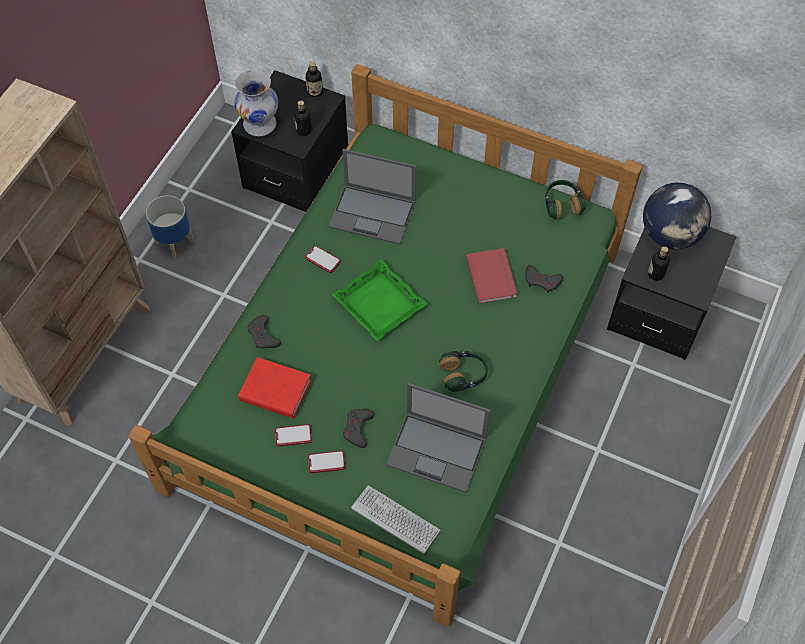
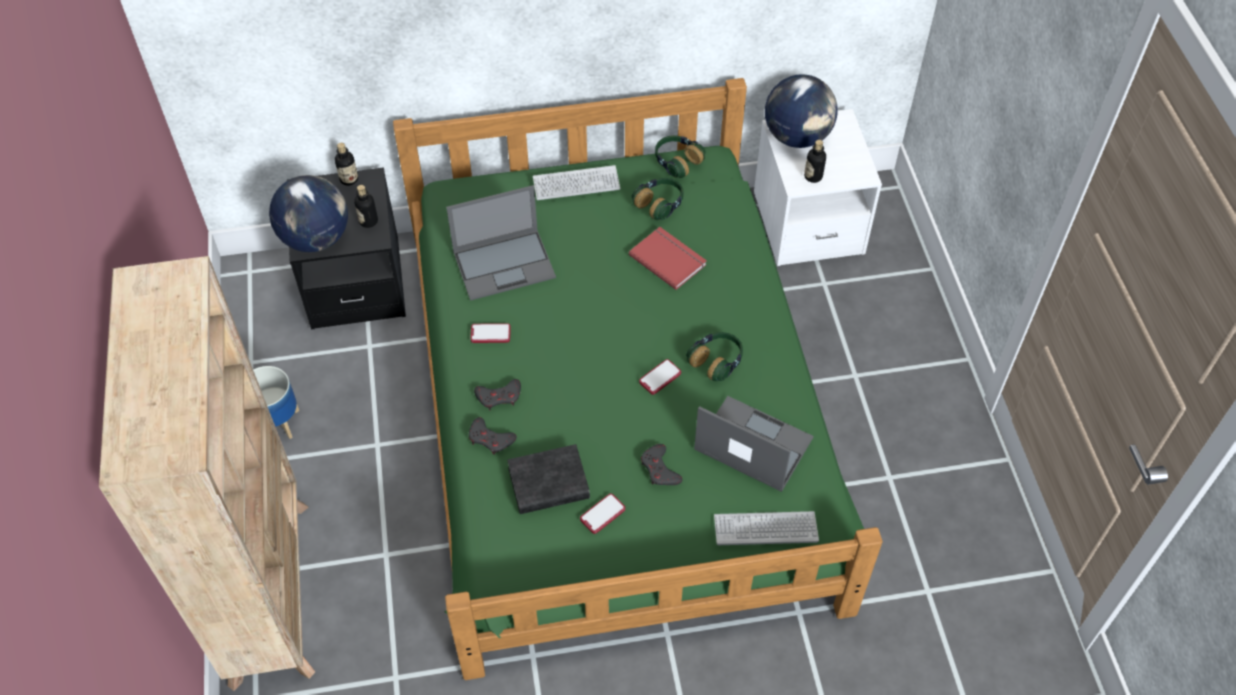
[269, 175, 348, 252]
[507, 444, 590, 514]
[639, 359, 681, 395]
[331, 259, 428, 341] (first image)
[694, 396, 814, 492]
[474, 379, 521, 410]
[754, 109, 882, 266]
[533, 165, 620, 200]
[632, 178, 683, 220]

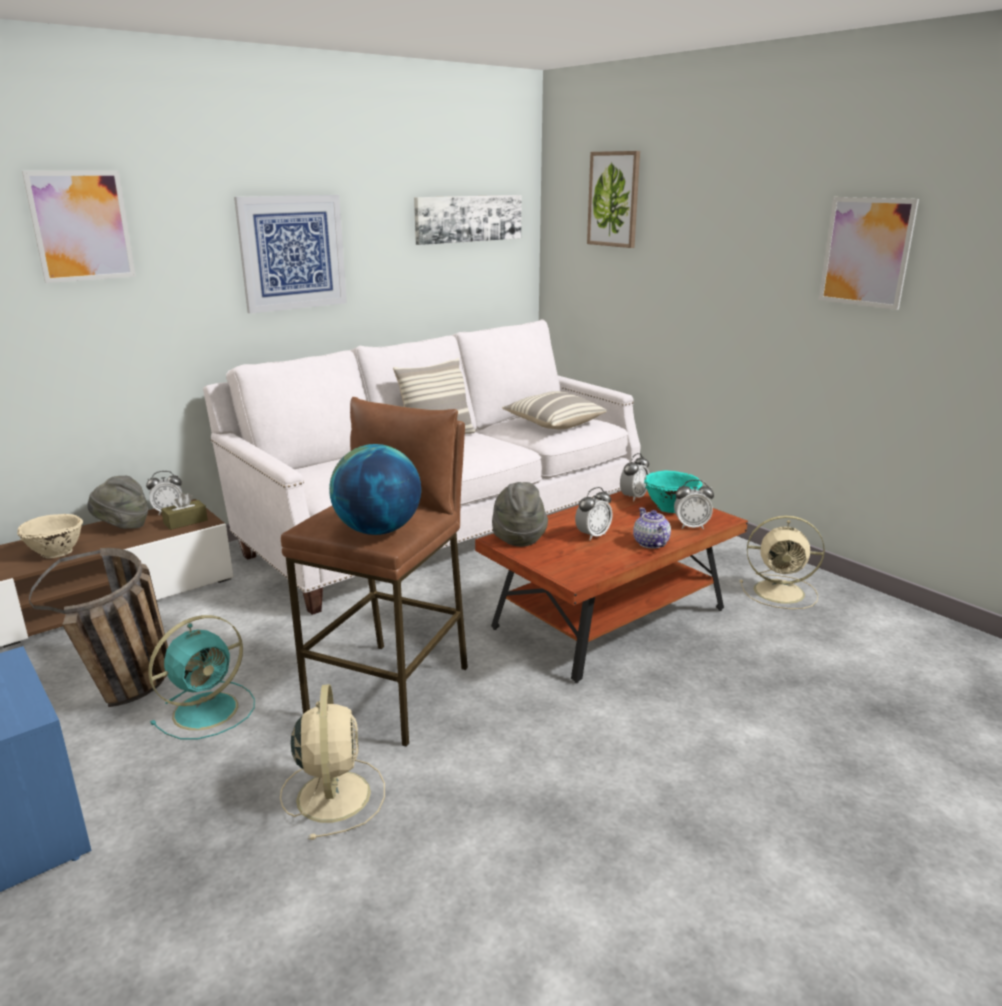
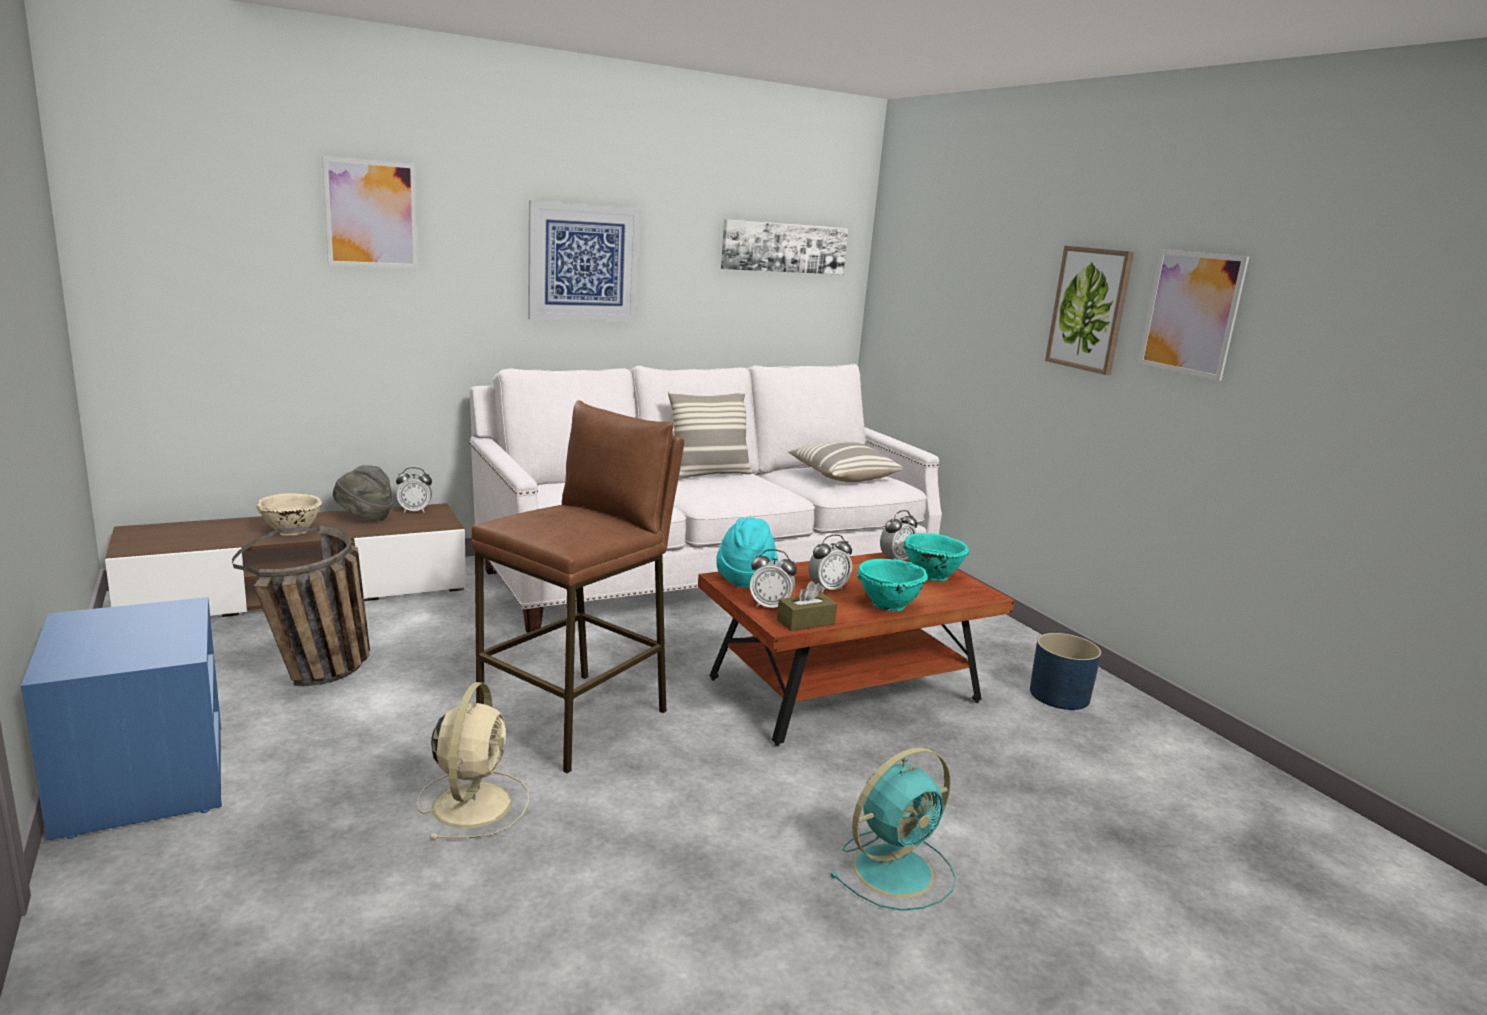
[830, 747, 956, 911]
[777, 581, 837, 631]
[329, 444, 421, 535] (first image)
[716, 517, 778, 588]
[1045, 246, 1134, 375]
[857, 559, 928, 612]
[750, 549, 797, 608]
[1030, 633, 1101, 710]

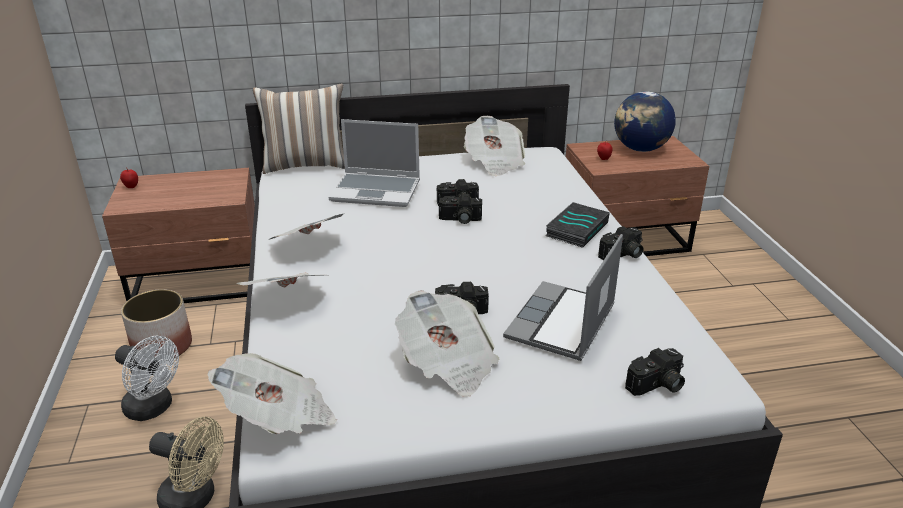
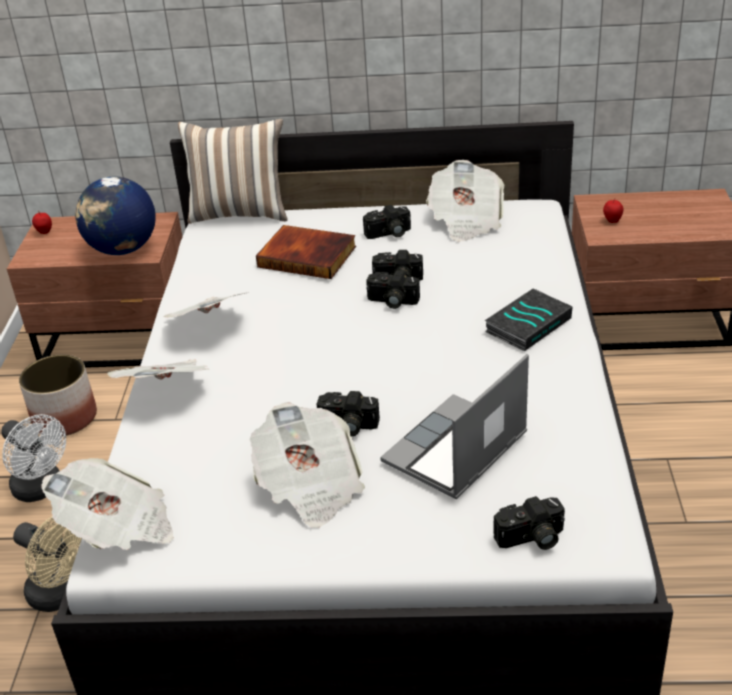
[256, 225, 356, 279]
[363, 205, 411, 239]
[75, 176, 156, 255]

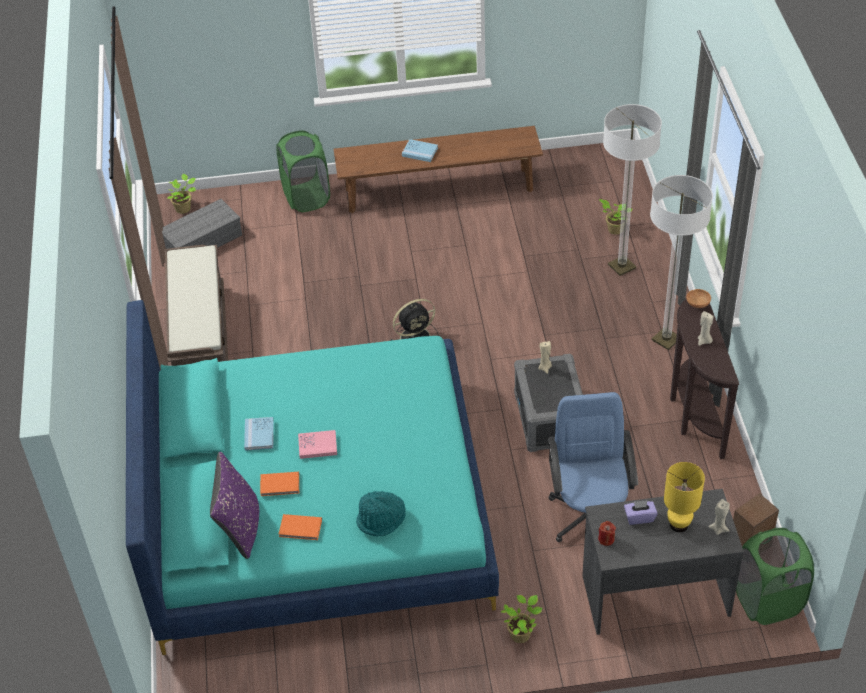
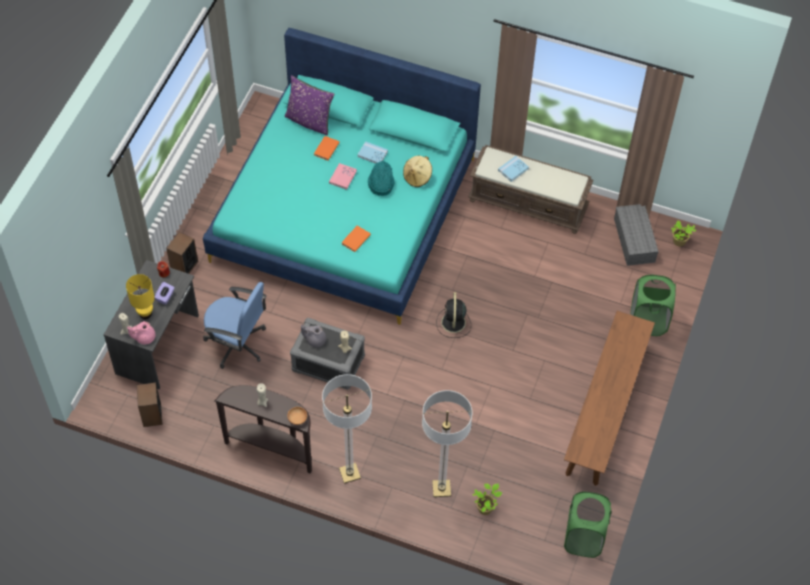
[341, 226, 371, 252]
[368, 161, 395, 196]
[498, 156, 529, 182]
[166, 232, 198, 274]
[564, 492, 611, 558]
[127, 321, 156, 345]
[301, 325, 326, 347]
[403, 156, 432, 187]

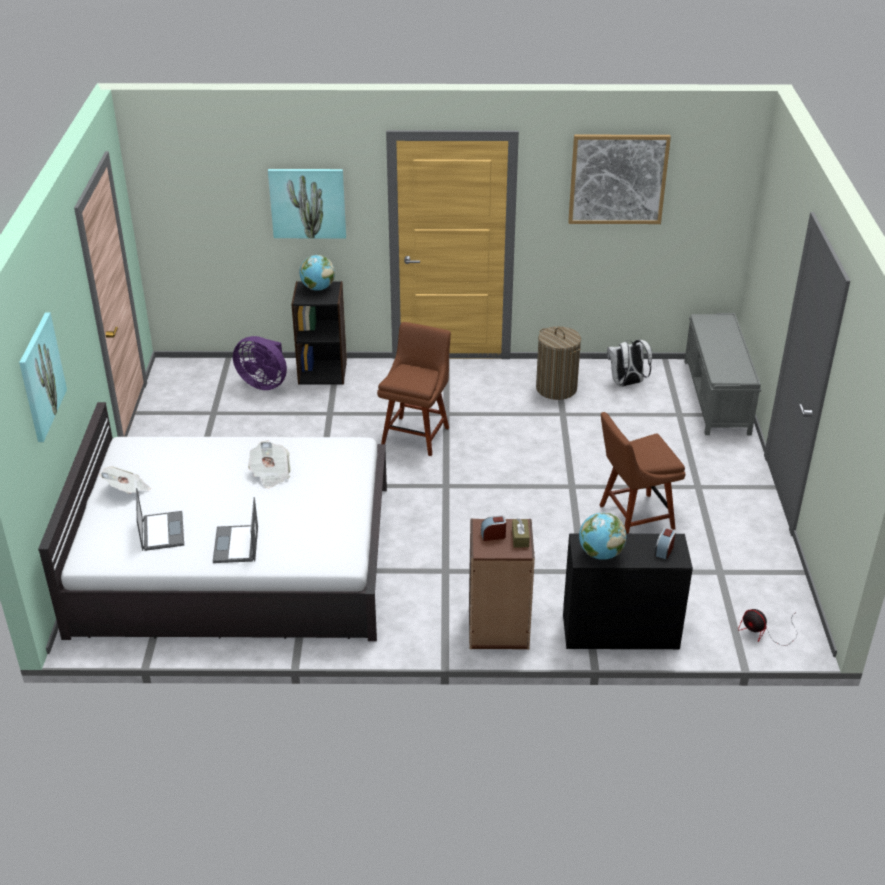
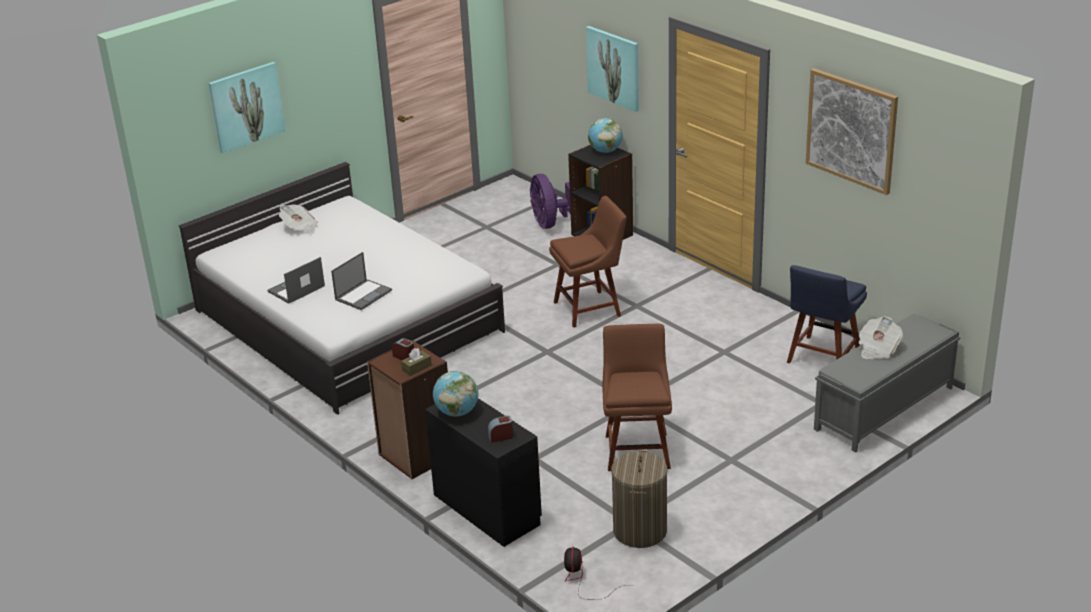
[331, 252, 392, 310]
[859, 316, 903, 359]
[611, 450, 668, 548]
[602, 324, 672, 471]
[787, 265, 867, 363]

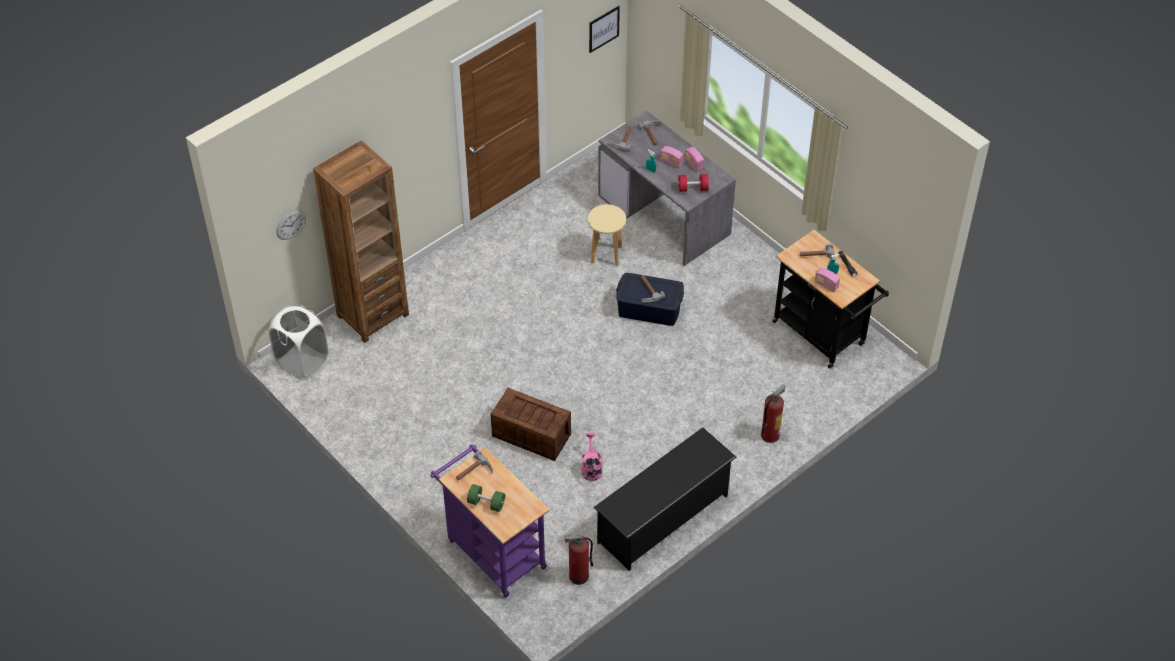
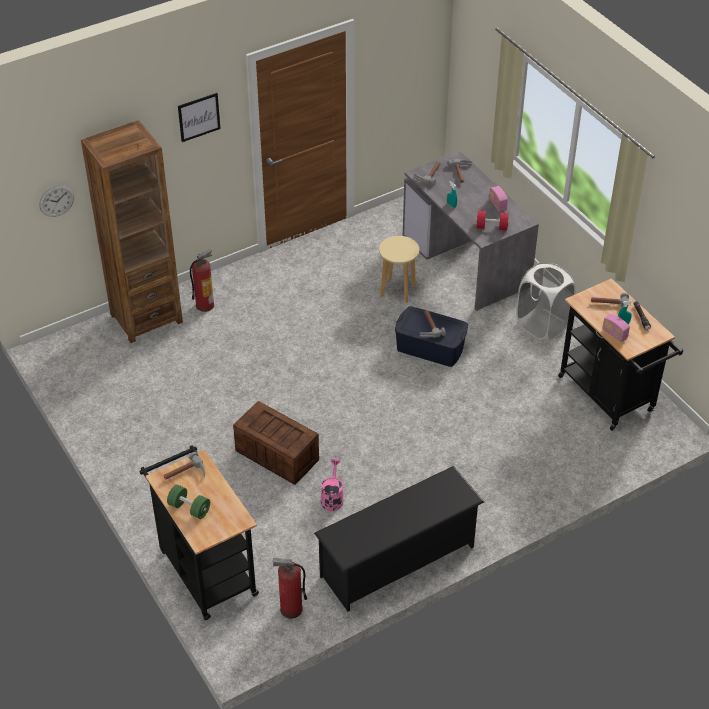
[516, 263, 576, 340]
[139, 445, 259, 620]
[178, 93, 220, 142]
[660, 146, 683, 168] (first image)
[190, 249, 214, 312]

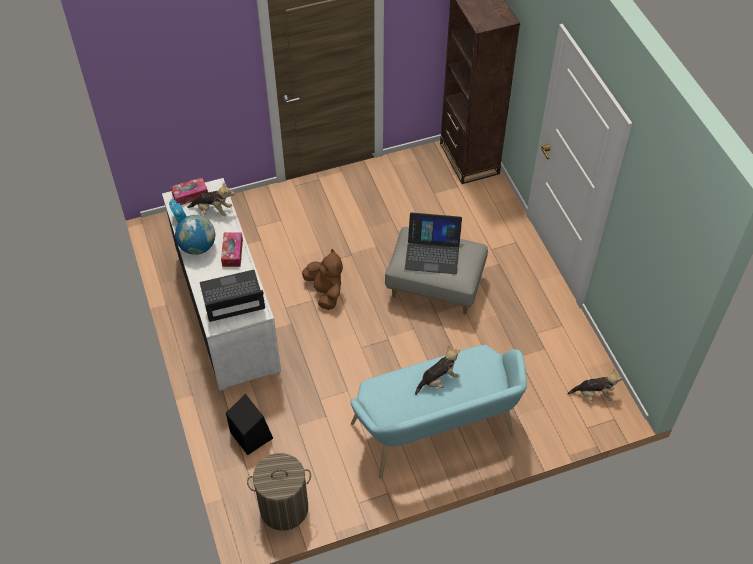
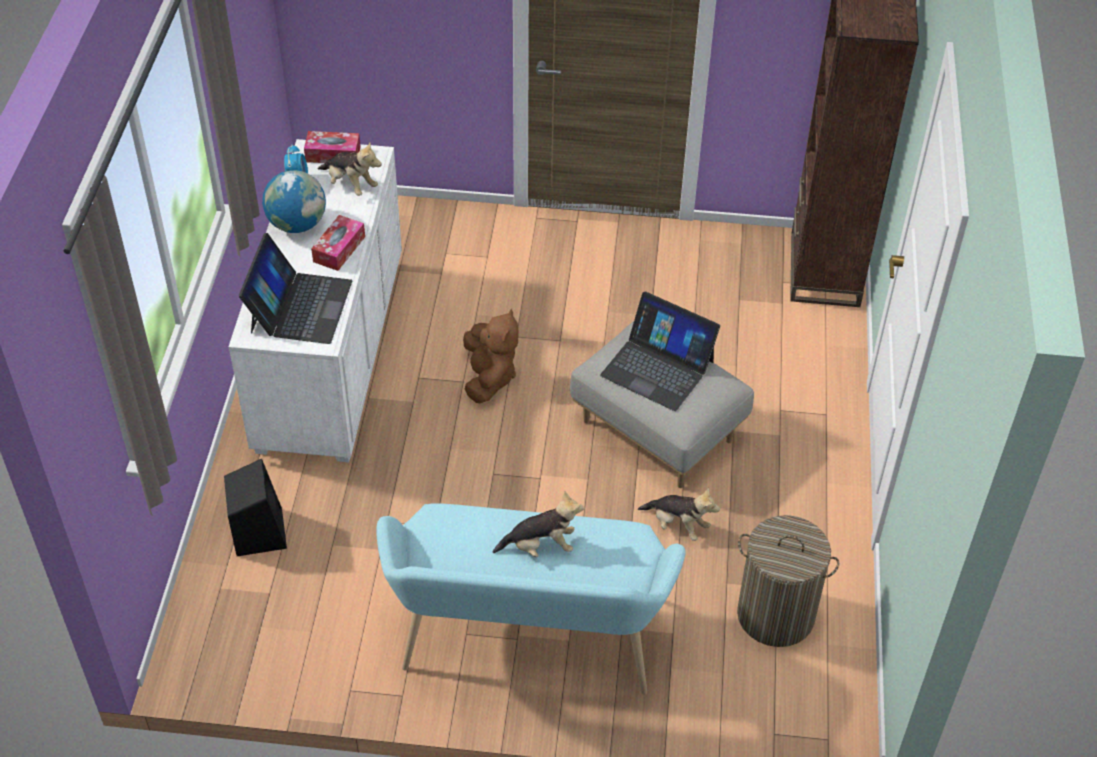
[239, 233, 352, 344]
[737, 515, 839, 647]
[638, 487, 720, 541]

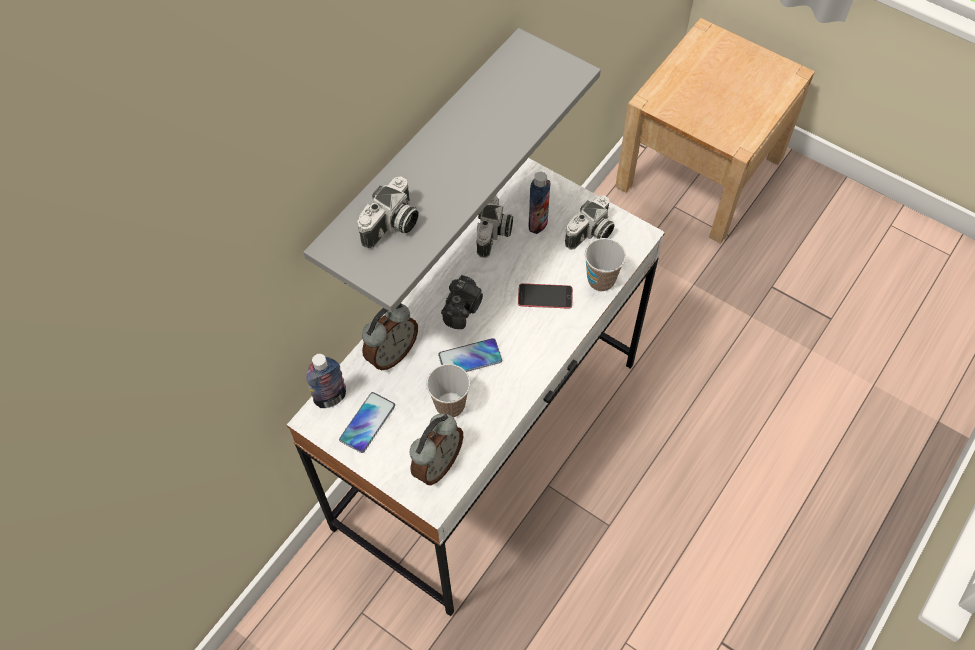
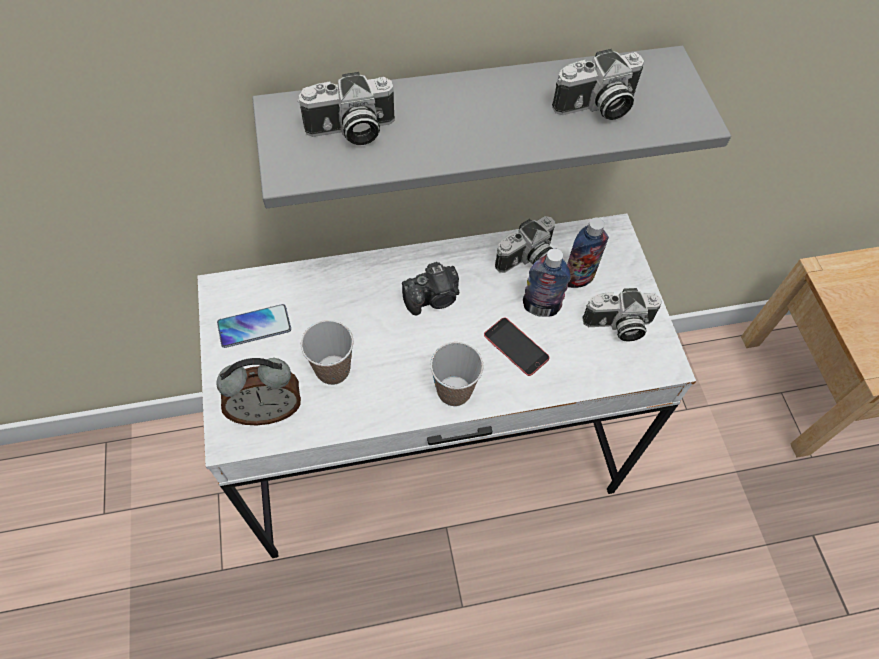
[523, 248, 571, 317]
[362, 303, 418, 370] (first image)
[438, 338, 502, 372] (first image)
[430, 342, 484, 406]
[552, 49, 644, 120]

